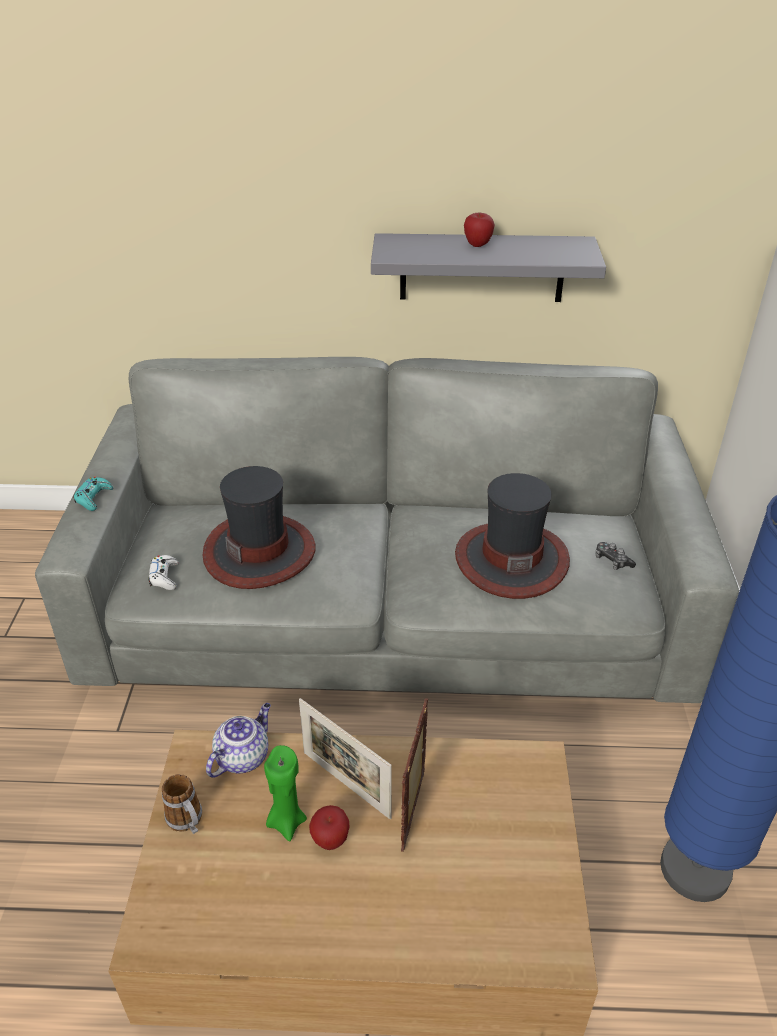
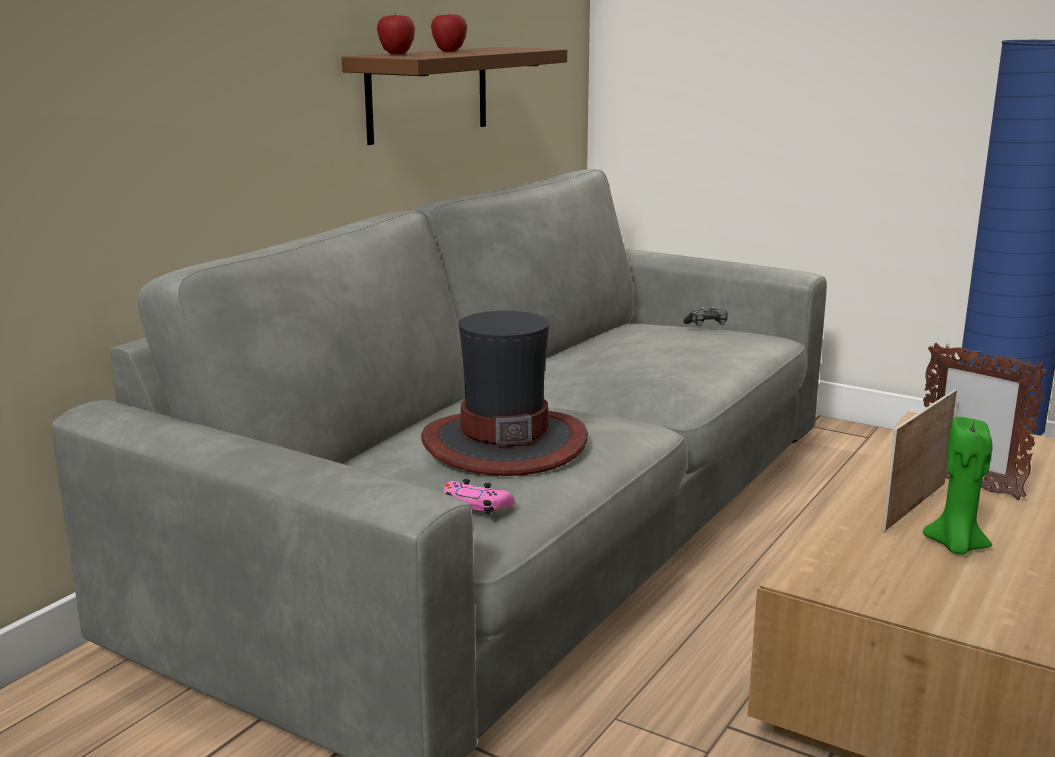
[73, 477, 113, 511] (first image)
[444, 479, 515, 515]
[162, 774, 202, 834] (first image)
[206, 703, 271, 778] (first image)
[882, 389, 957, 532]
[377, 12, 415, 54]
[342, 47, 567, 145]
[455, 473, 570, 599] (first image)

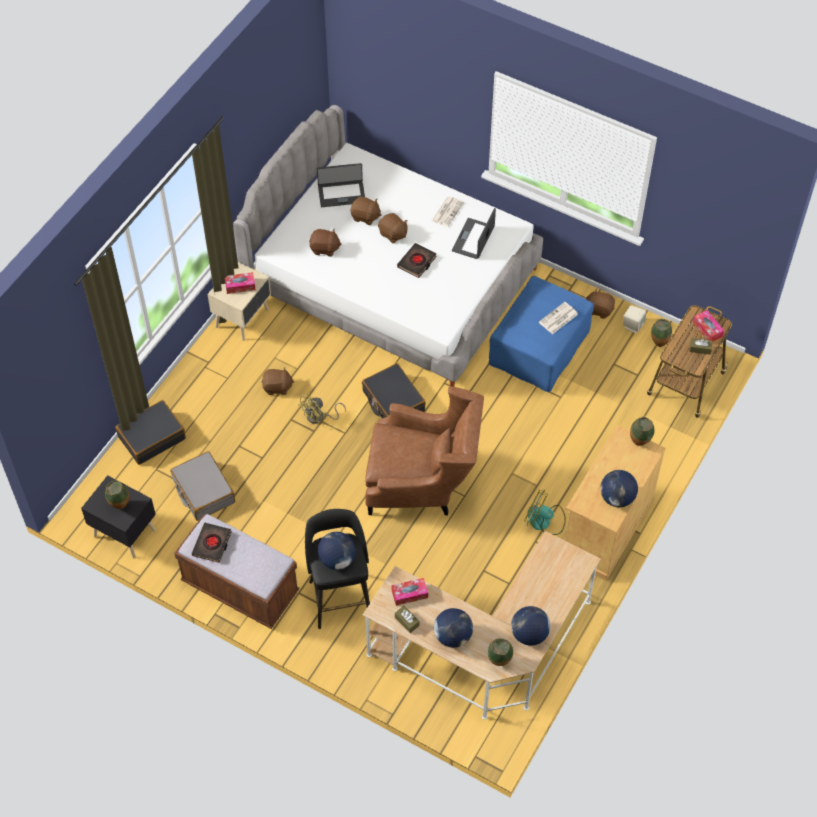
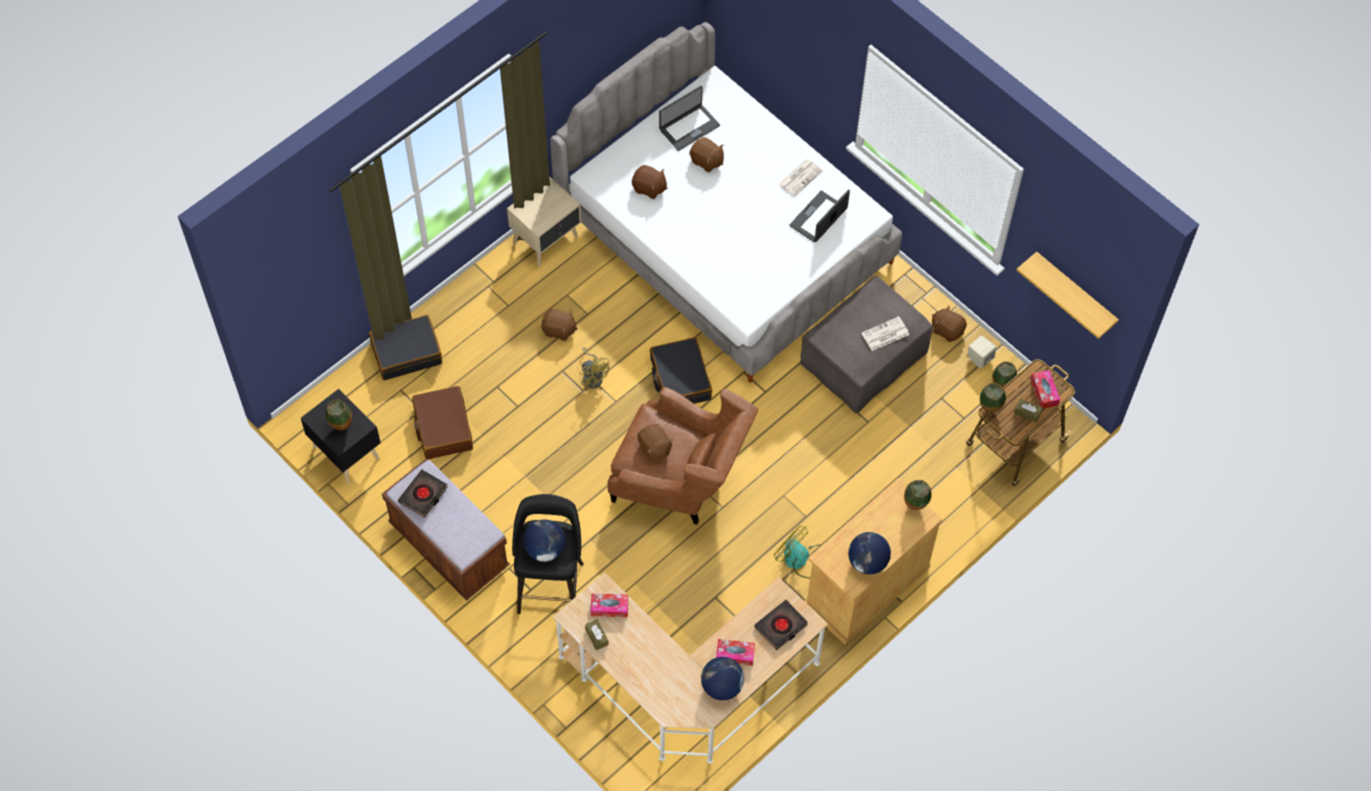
[412, 386, 473, 460]
[716, 639, 755, 666]
[581, 347, 610, 389]
[659, 86, 720, 151]
[638, 424, 673, 461]
[754, 600, 808, 650]
[434, 608, 473, 648] (first image)
[980, 383, 1006, 413]
[800, 276, 933, 413]
[1017, 252, 1119, 339]

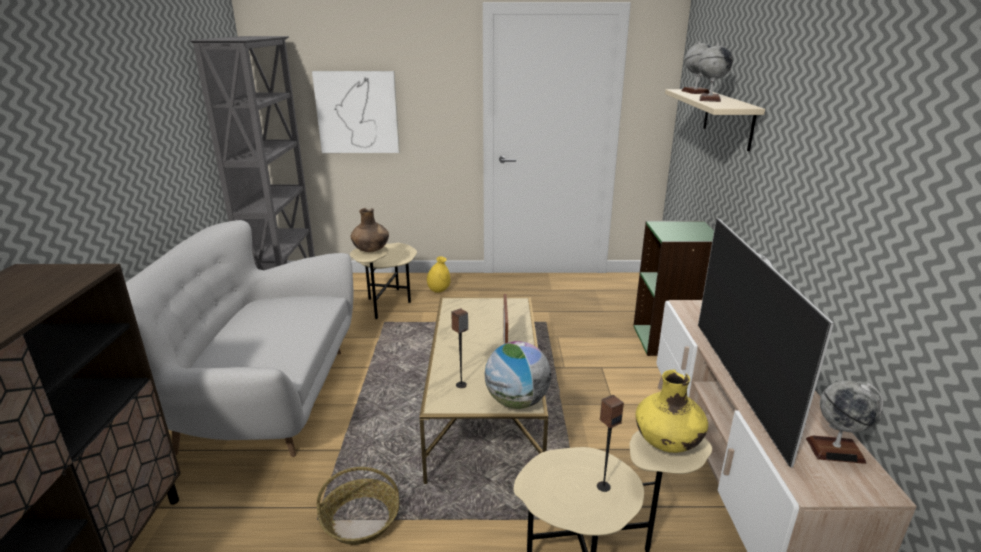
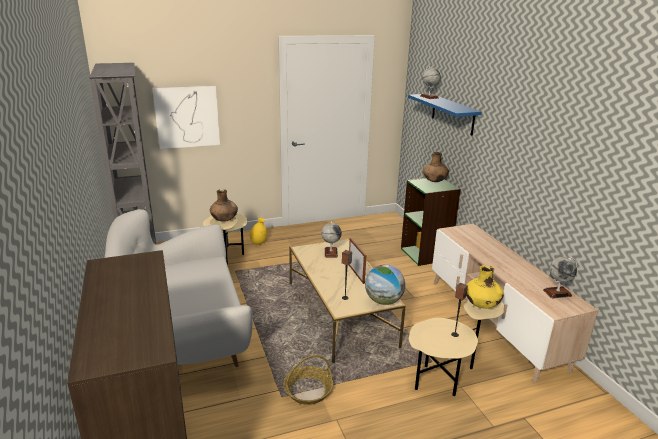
[408, 94, 482, 135]
[698, 218, 834, 468] (first image)
[321, 221, 342, 258]
[423, 152, 449, 182]

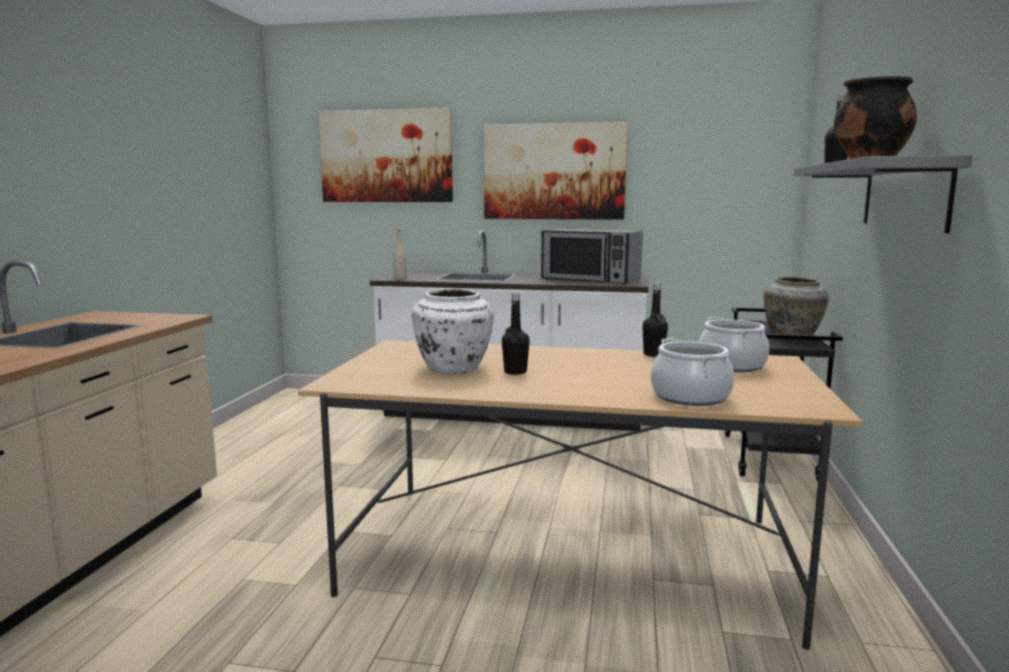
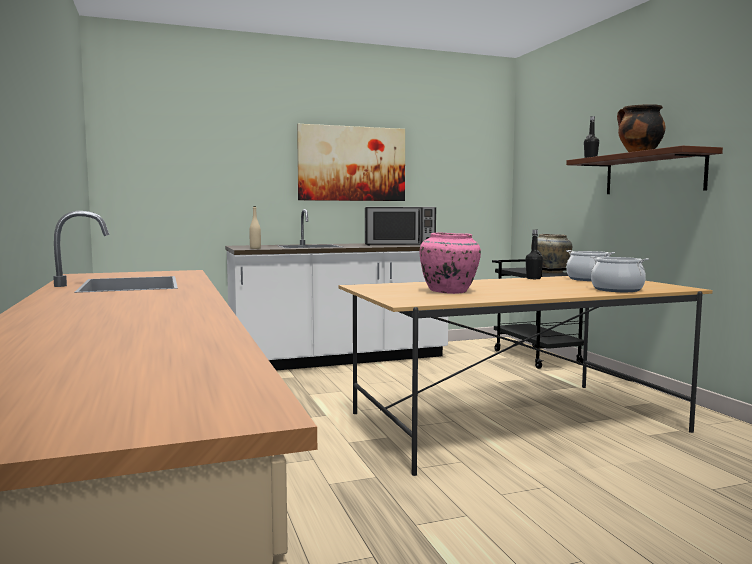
[318, 108, 453, 202] (first image)
[420, 233, 481, 294]
[502, 293, 530, 375] (first image)
[566, 146, 723, 194]

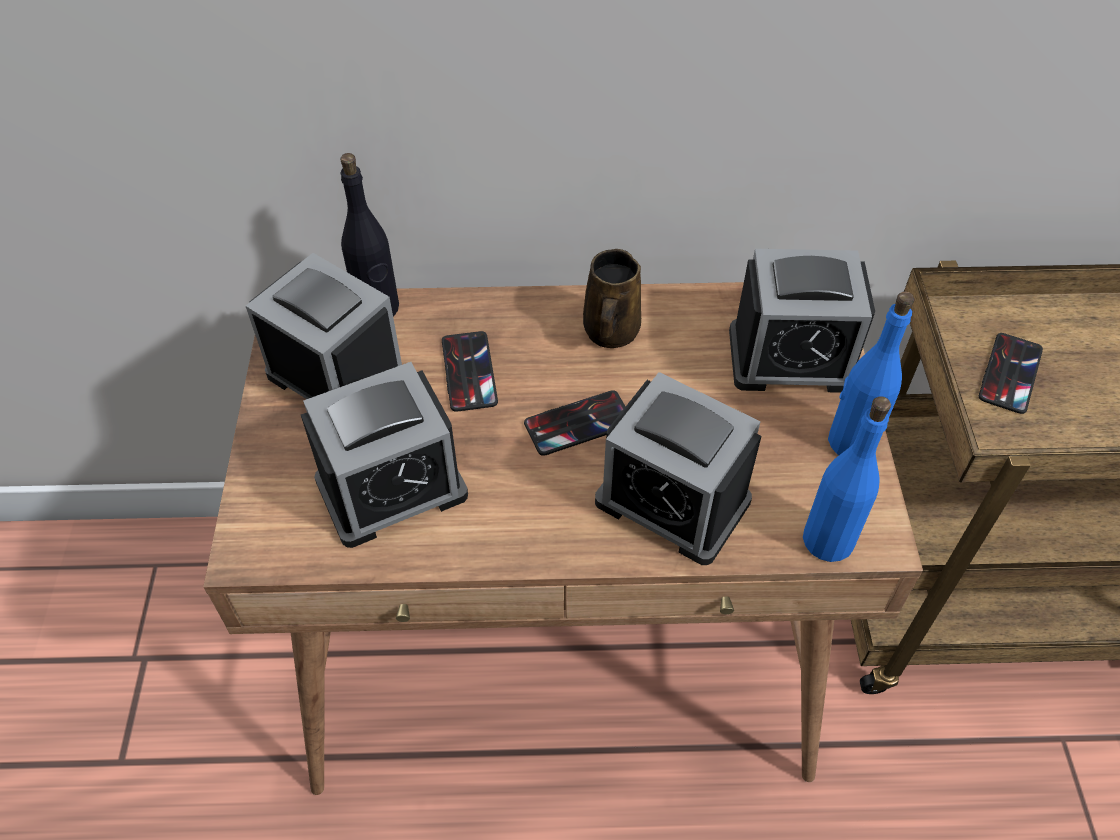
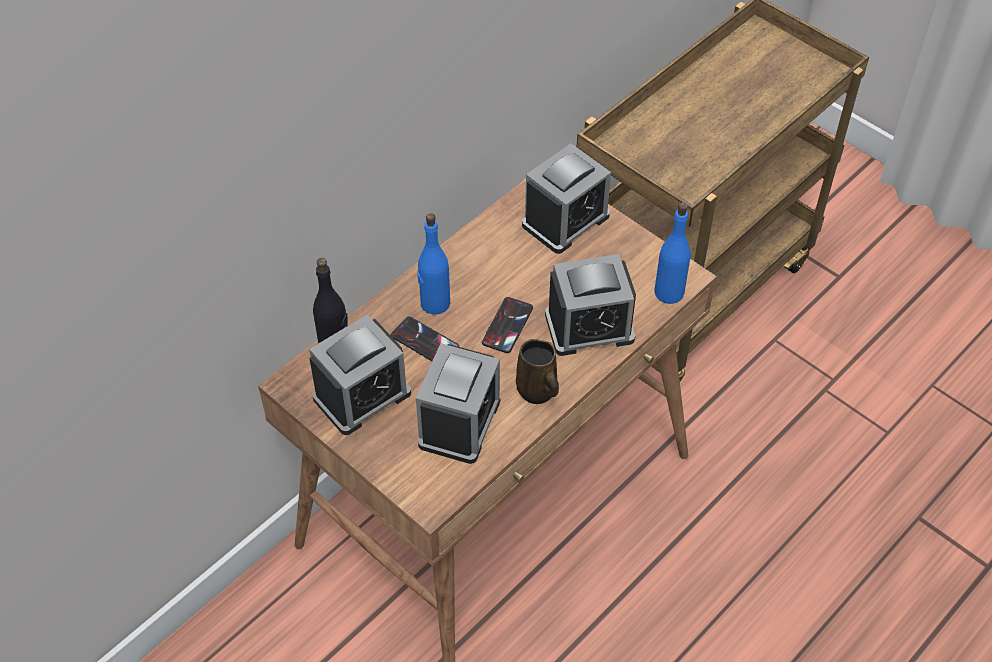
[309, 315, 411, 435]
[516, 339, 559, 404]
[417, 213, 450, 315]
[979, 333, 1043, 414] (first image)

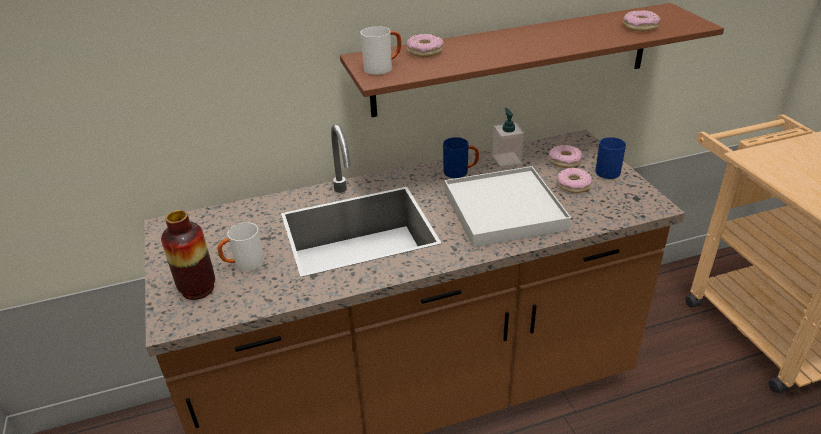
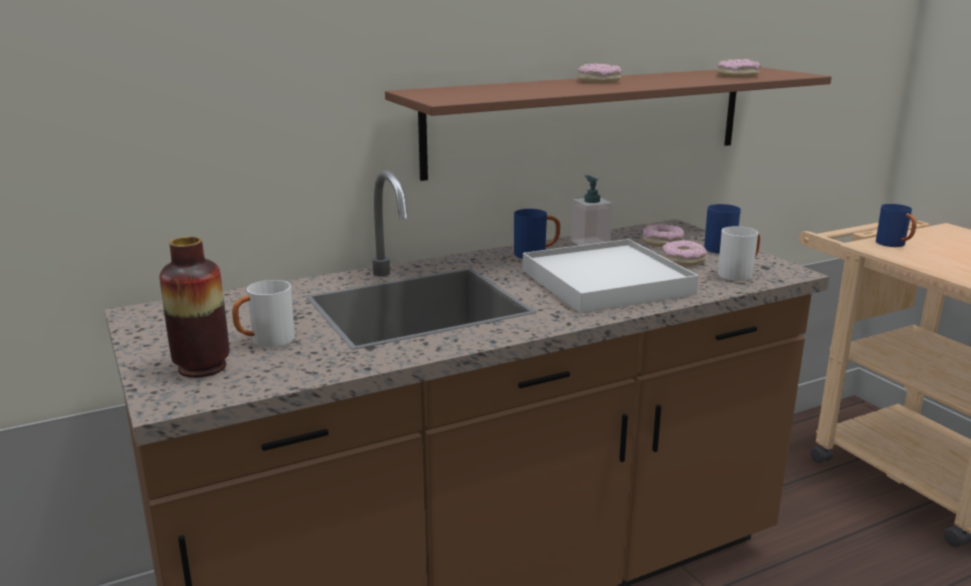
[718, 226, 760, 281]
[578, 63, 622, 83]
[876, 204, 917, 247]

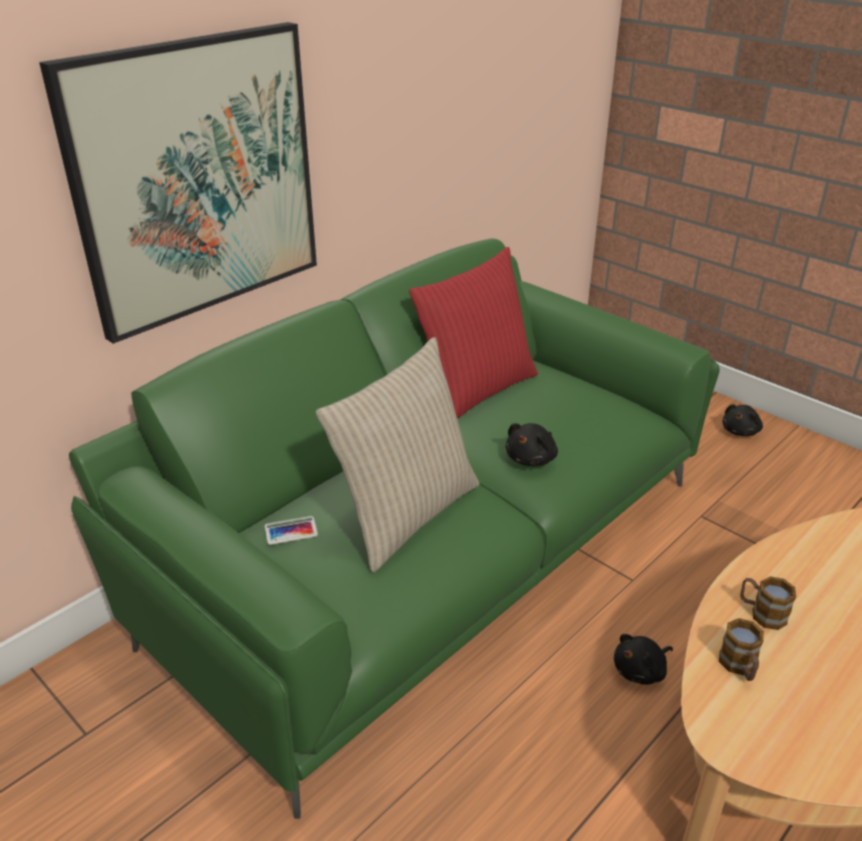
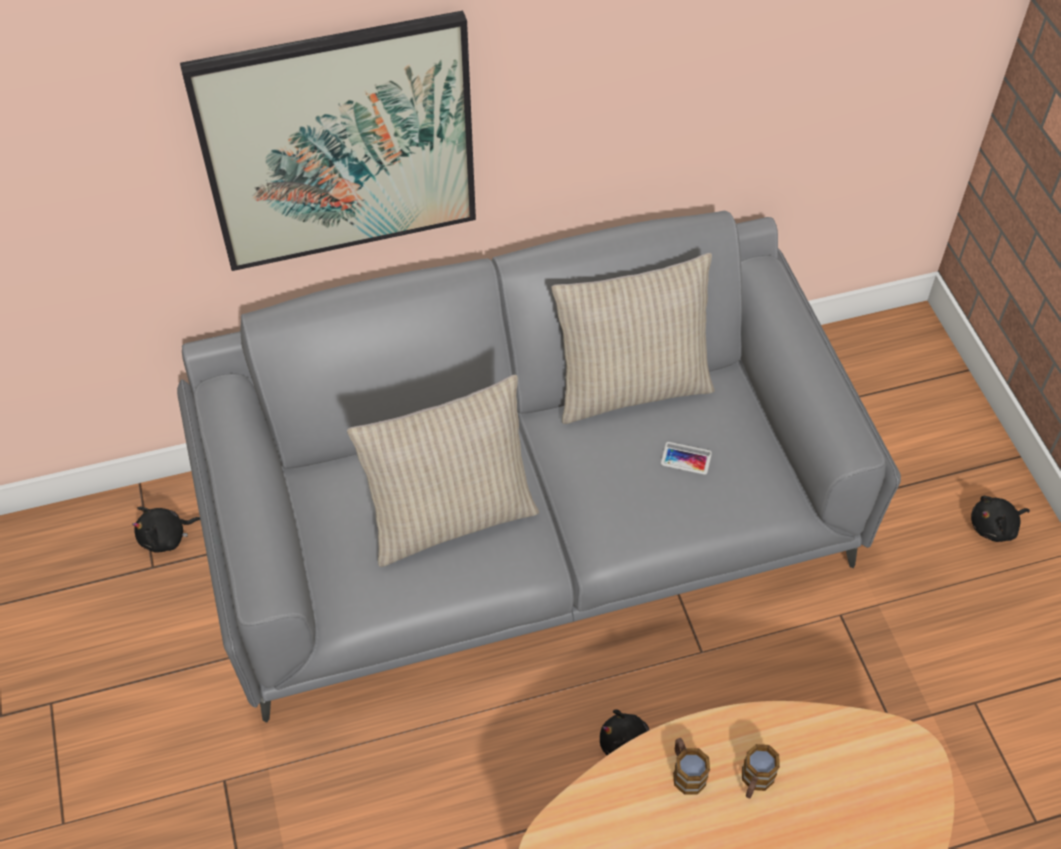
[177, 211, 901, 723]
[661, 442, 712, 475]
[551, 253, 715, 424]
[132, 507, 200, 552]
[742, 744, 780, 798]

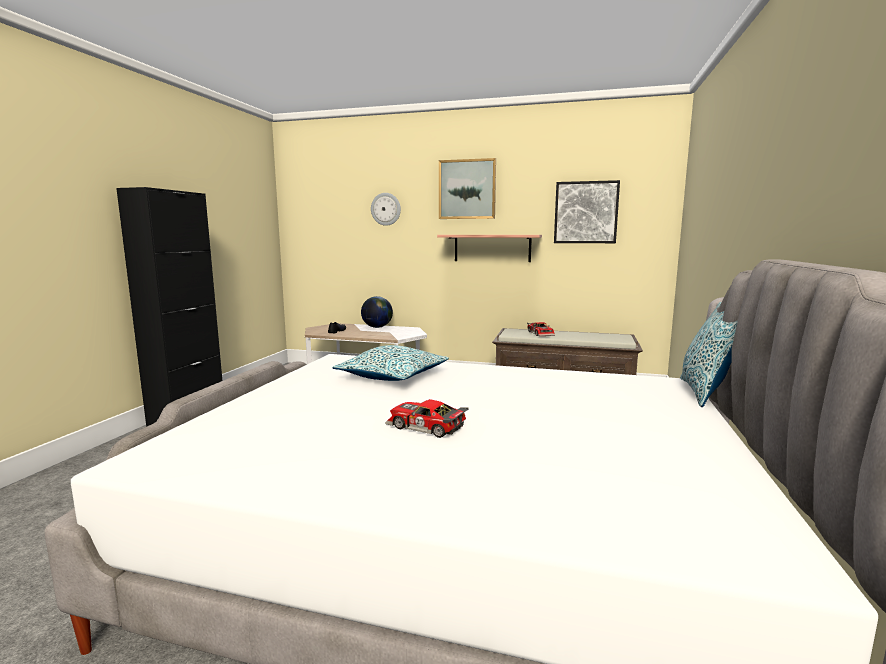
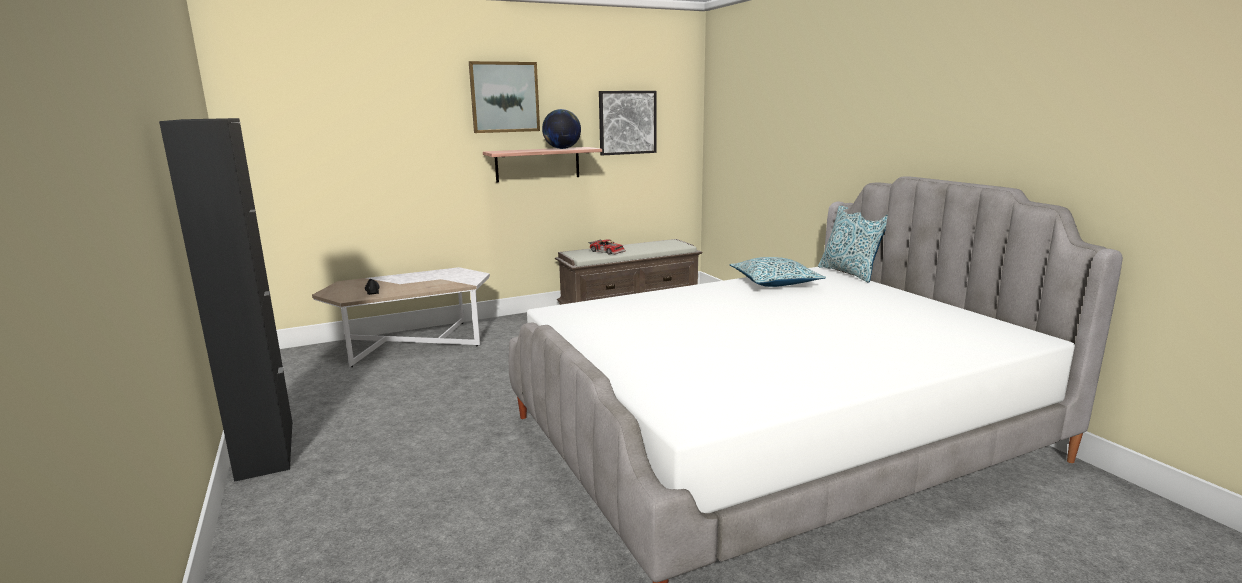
[730, 257, 826, 287]
[542, 109, 581, 149]
[371, 193, 401, 226] (first image)
[385, 399, 469, 438] (first image)

